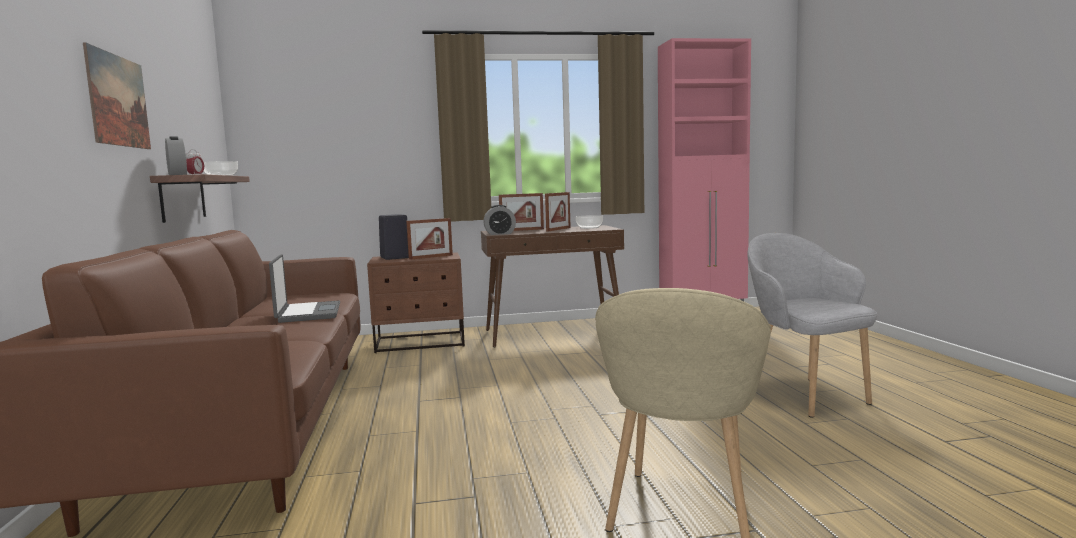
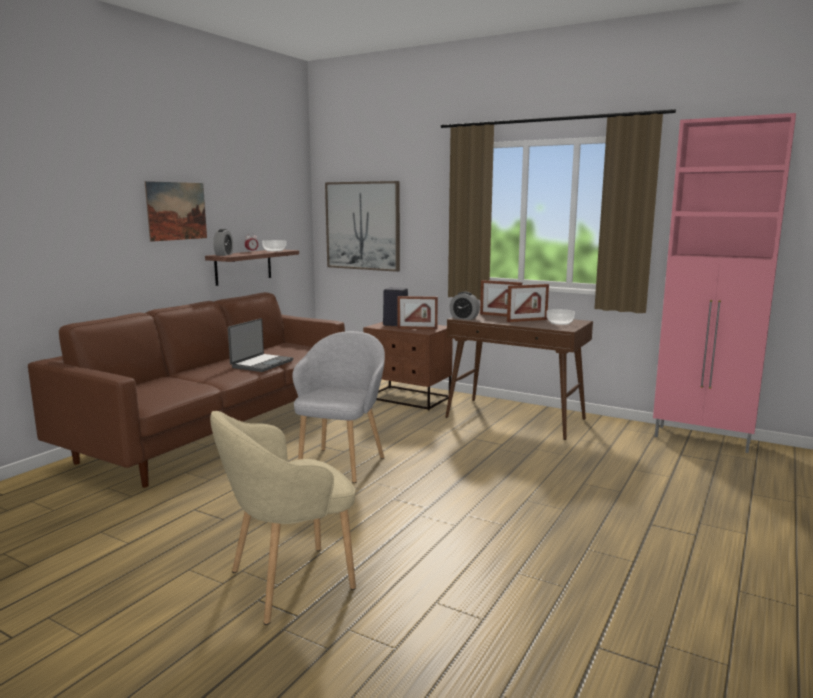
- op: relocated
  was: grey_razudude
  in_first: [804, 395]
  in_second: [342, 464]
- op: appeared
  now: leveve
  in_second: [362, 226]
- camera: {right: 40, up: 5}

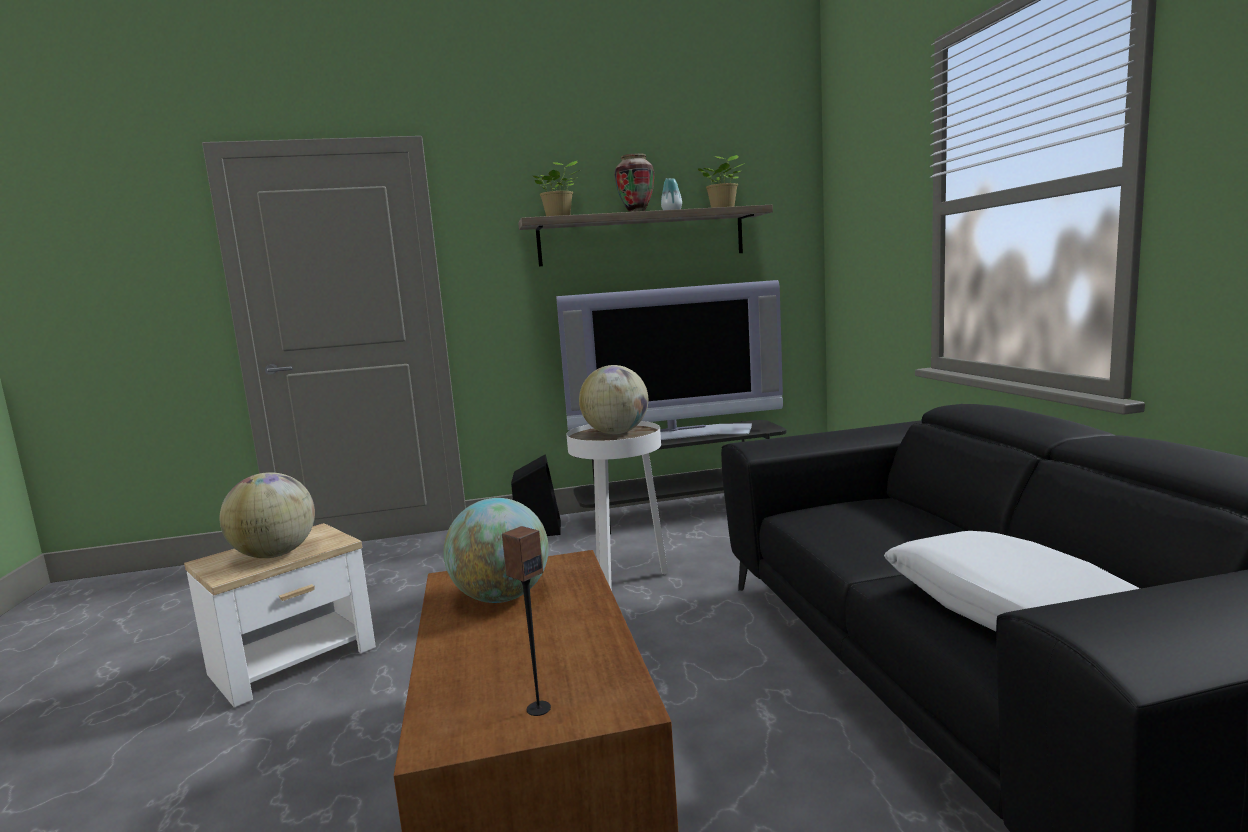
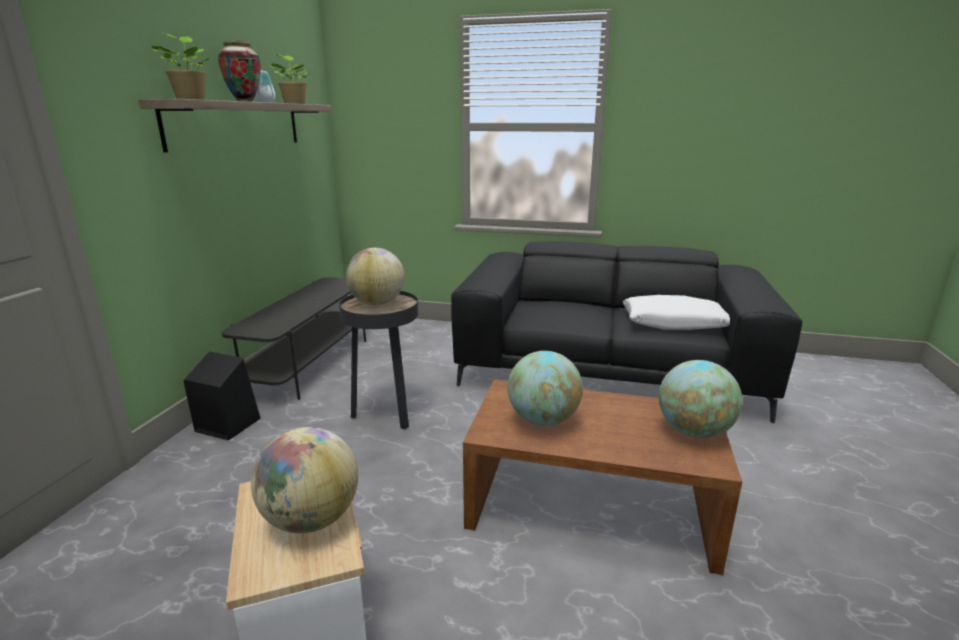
- op: colour
  was: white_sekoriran
  now: black_sekoriran
  in_first: [624, 578]
  in_second: [387, 414]
- op: exchanged
  was: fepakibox
  now: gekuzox
  in_first: [538, 708]
  in_second: [693, 431]
- op: missing
  was: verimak
  in_first: [675, 435]
- camera: {right: -65, up: 10}

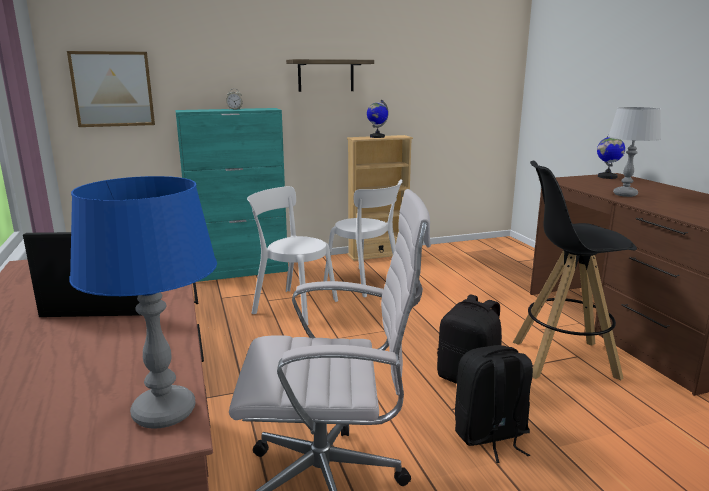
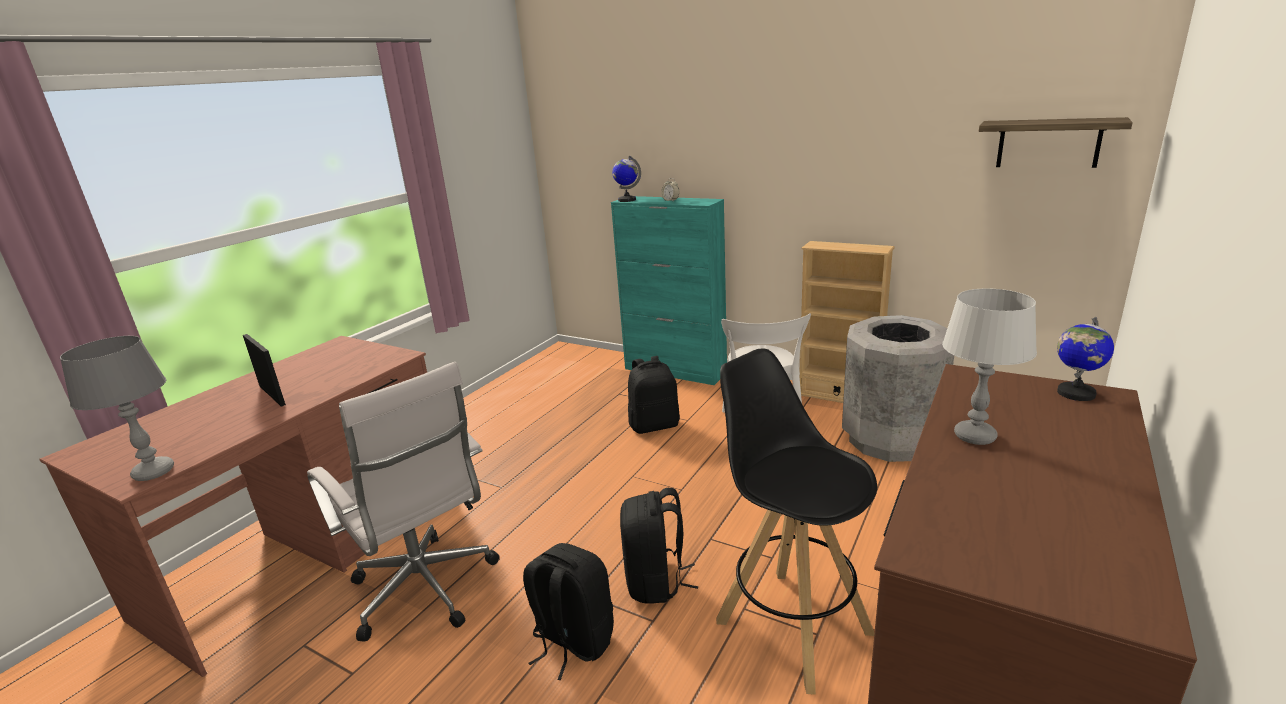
- op: colour
  was: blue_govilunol
  now: grey_govilunol
  in_first: [163, 412]
  in_second: [154, 472]
- op: relocated
  was: gekuzox
  in_first: [377, 137]
  in_second: [627, 200]
- op: exchanged
  was: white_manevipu
  now: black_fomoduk
  in_first: [292, 305]
  in_second: [654, 425]
- op: appeared
  now: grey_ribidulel
  in_second: [891, 440]
- op: relocated
  was: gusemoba
  in_first: [326, 75]
  in_second: [1048, 143]
- op: missing
  was: leveve
  in_first: [113, 89]
- camera: {right: 50, up: 5}

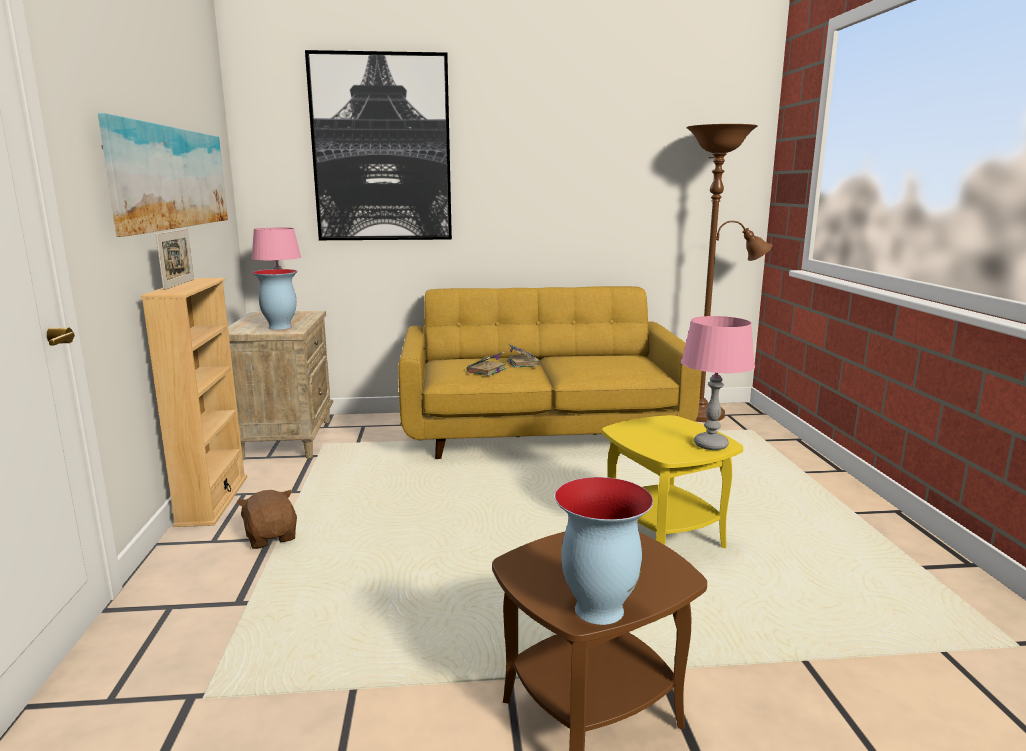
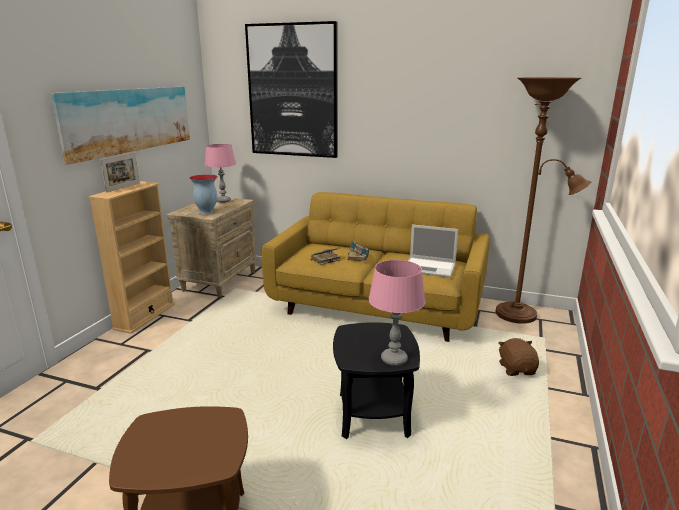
- op: colour
  was: yellow_sekoriran
  now: black_sekoriran
  in_first: [664, 537]
  in_second: [373, 415]
- op: appeared
  now: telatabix
  in_second: [430, 267]
- op: relocated
  was: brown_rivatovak
  in_first: [271, 537]
  in_second: [517, 369]
- op: missing
  was: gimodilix
  in_first: [597, 609]
- camera: {right: 25, up: 5}

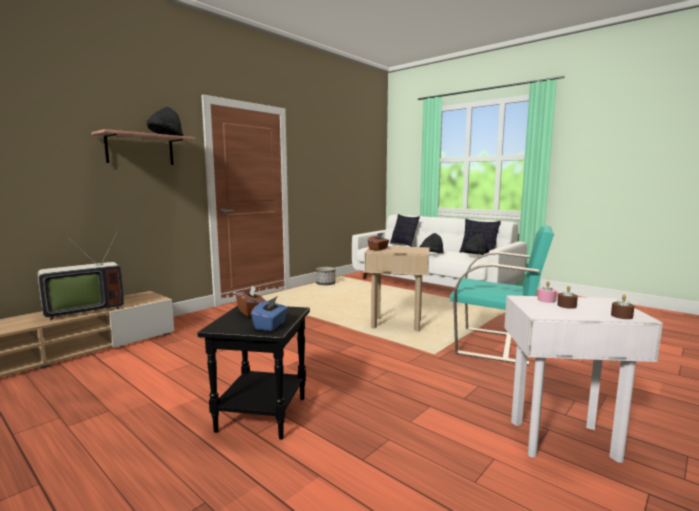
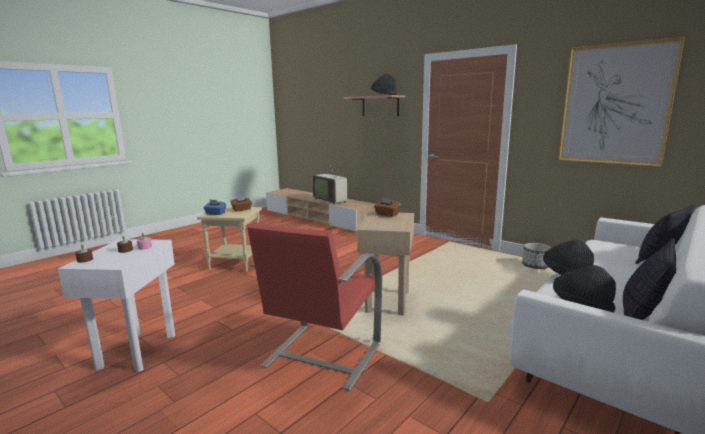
- op: colour
  was: black_sekoriran
  now: beige_sekoriran
  in_first: [261, 413]
  in_second: [236, 263]
- op: colour
  was: turquoise_razudude
  now: red_razudude
  in_first: [495, 345]
  in_second: [321, 356]
- op: appeared
  now: leveve
  in_second: [615, 105]
- camera: {right: 90, up: 5}

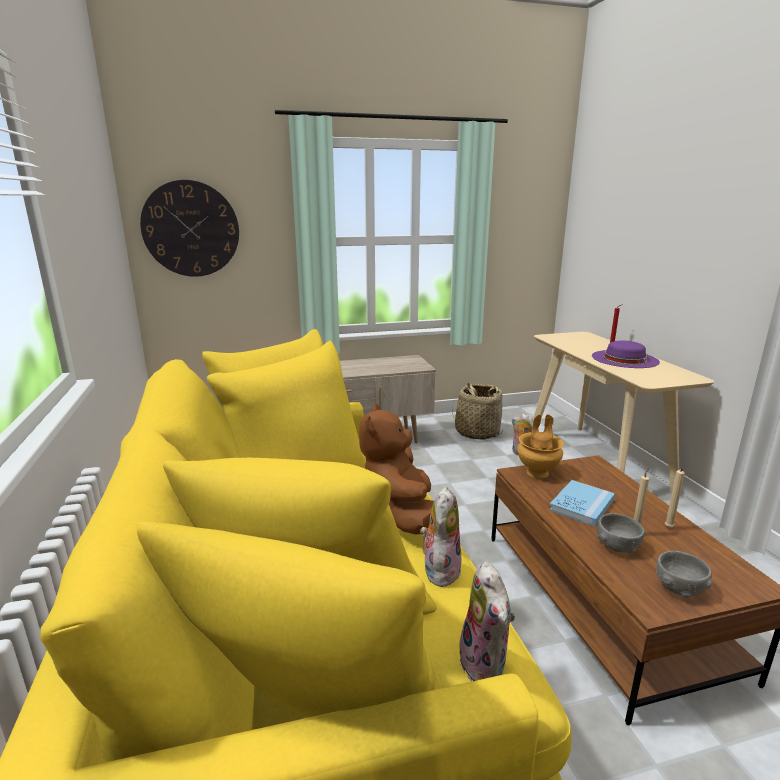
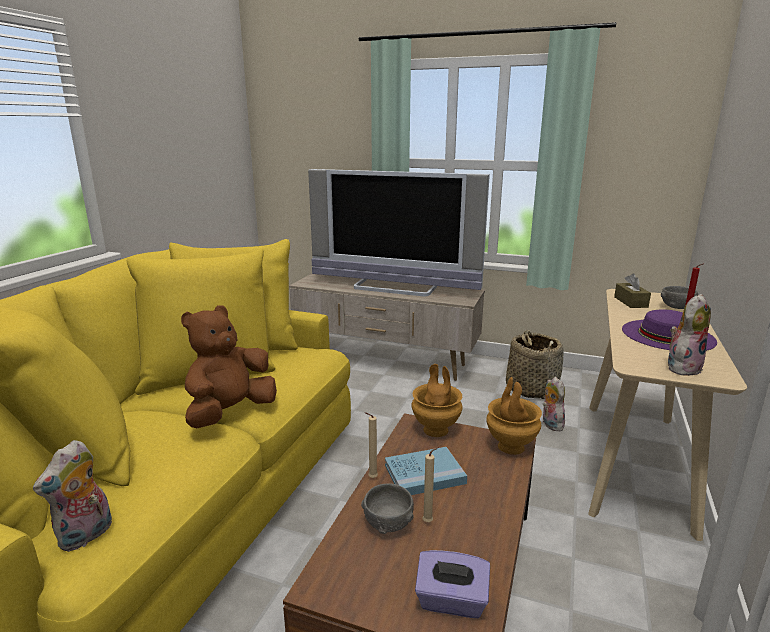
- op: appeared
  now: verimak
  in_second: [395, 288]
- op: relocated
  was: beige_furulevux
  in_first: [668, 528]
  in_second: [371, 478]
- op: appeared
  now: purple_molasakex
  in_second: [451, 601]
- op: appeared
  now: brown_gimodilix
  in_second: [510, 446]
- op: appeared
  now: brown_molasakex
  in_second: [630, 302]
- op: relocated
  was: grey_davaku
  in_first: [679, 588]
  in_second: [677, 307]
- op: relocated
  was: rivatovak
  in_first: [440, 569]
  in_second: [682, 367]
- op: missing
  was: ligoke
  in_first: [191, 229]
- camera: {right: 35, up: 0}

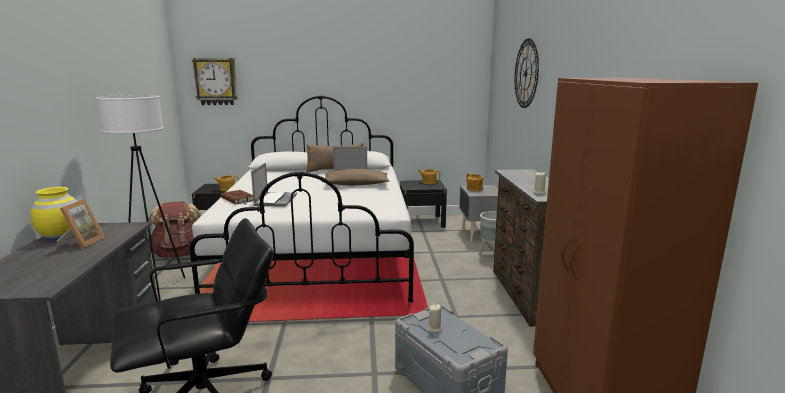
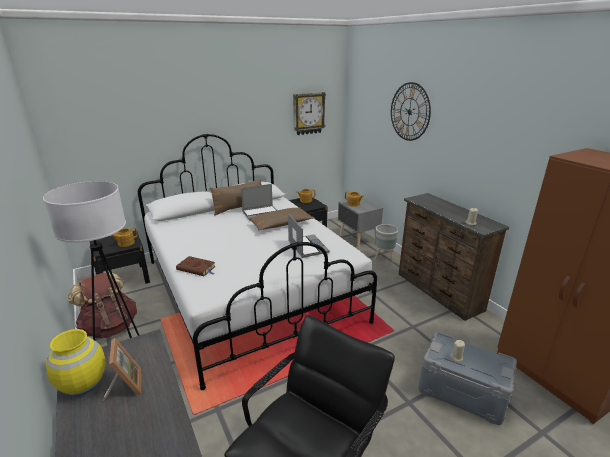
- op: relocated
  was: telatabix
  in_first: [275, 200]
  in_second: [307, 247]
- op: relocated
  was: ligoke
  in_first: [216, 81]
  in_second: [308, 113]
- camera: {right: -25, up: 10}

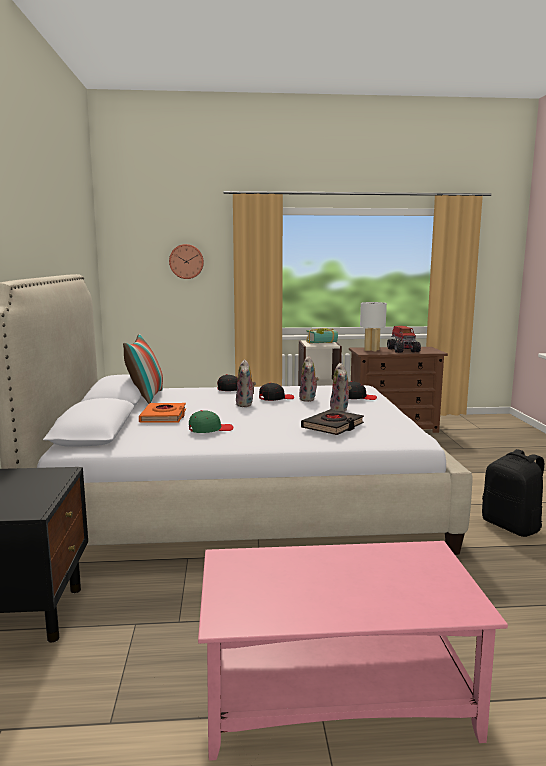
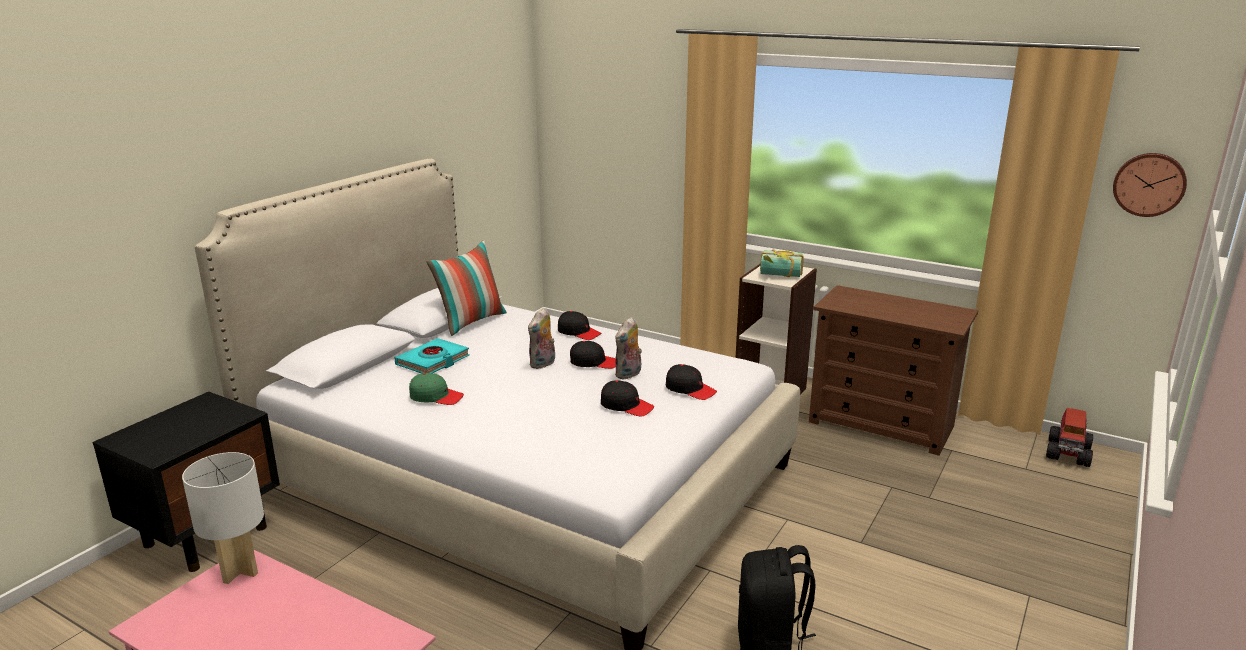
- op: relocated
  was: white_govilunol
  in_first: [372, 350]
  in_second: [240, 571]
- op: colour
  was: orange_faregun
  now: turquoise_faregun
  in_first: [164, 417]
  in_second: [433, 361]
- op: exchanged
  was: rivatovak
  now: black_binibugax
  in_first: [340, 409]
  in_second: [626, 406]
- op: relocated
  was: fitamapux
  in_first: [403, 350]
  in_second: [1068, 452]
- op: relocated
  was: ligoke
  in_first: [186, 261]
  in_second: [1149, 184]
- op: missing
  was: black_faregun
  in_first: [333, 426]
- camera: {right: 35, up: 10}

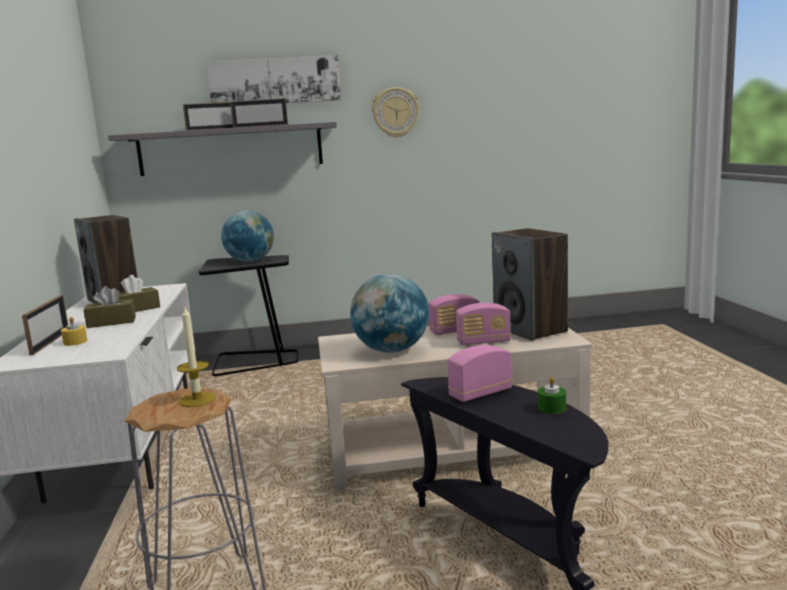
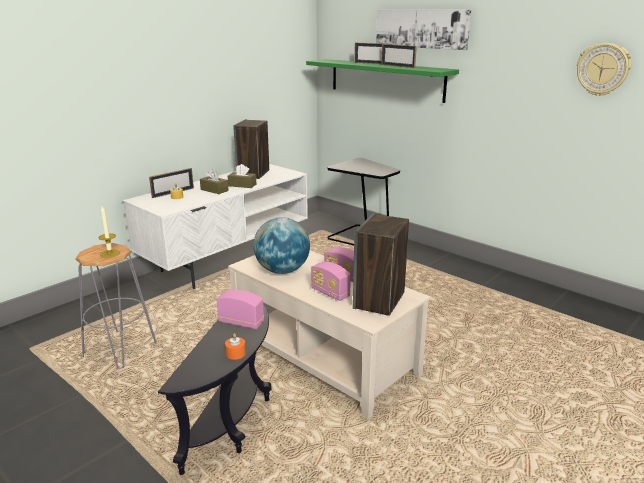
- op: colour
  was: green_furulevux
  now: orange_furulevux
  in_first: [552, 408]
  in_second: [235, 353]
- op: colour
  was: grey_gusemoba
  now: green_gusemoba
  in_first: [231, 149]
  in_second: [385, 79]
- op: relocated
  was: ligoke
  in_first: [395, 112]
  in_second: [603, 69]
- op: missing
  was: gekuzox
  in_first: [250, 261]
- camera: {right: 50, up: 10}

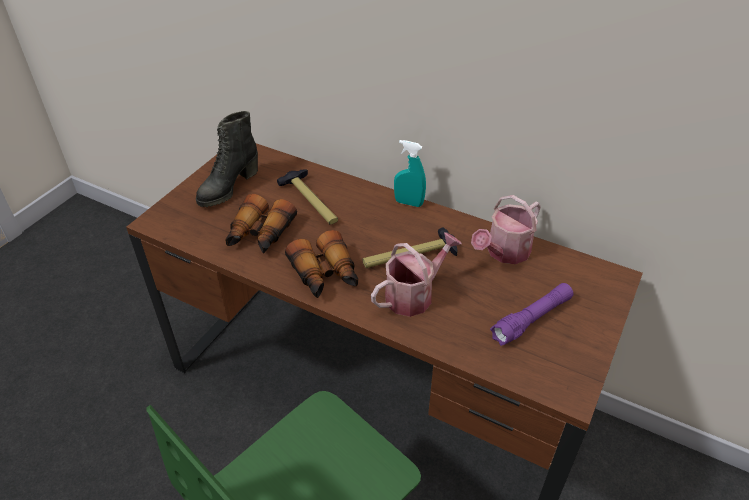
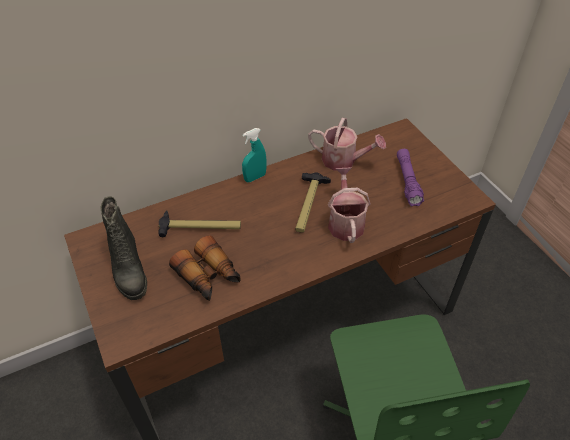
- op: spun
  was: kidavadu
  in_first: [504, 252]
  in_second: [343, 161]
  clockwise: -60
- op: missing
  was: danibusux
  in_first: [325, 275]
- camera: {right: -55, up: 5}

